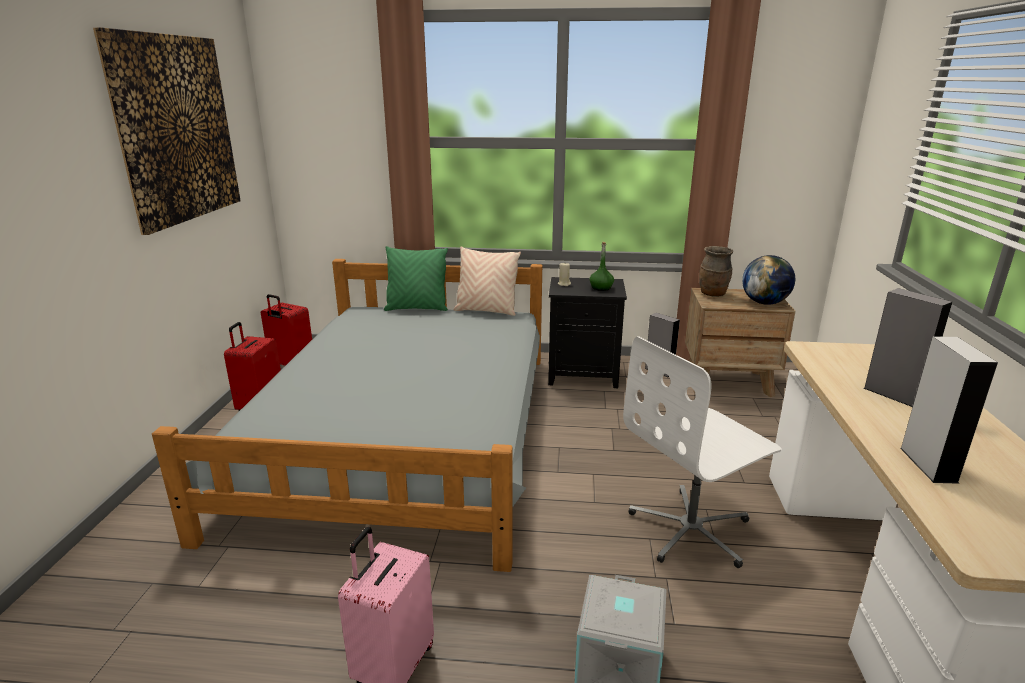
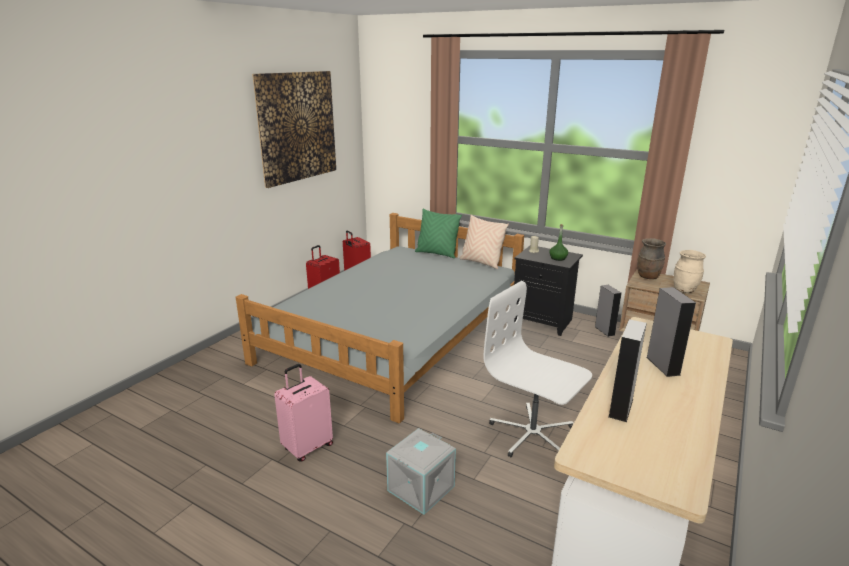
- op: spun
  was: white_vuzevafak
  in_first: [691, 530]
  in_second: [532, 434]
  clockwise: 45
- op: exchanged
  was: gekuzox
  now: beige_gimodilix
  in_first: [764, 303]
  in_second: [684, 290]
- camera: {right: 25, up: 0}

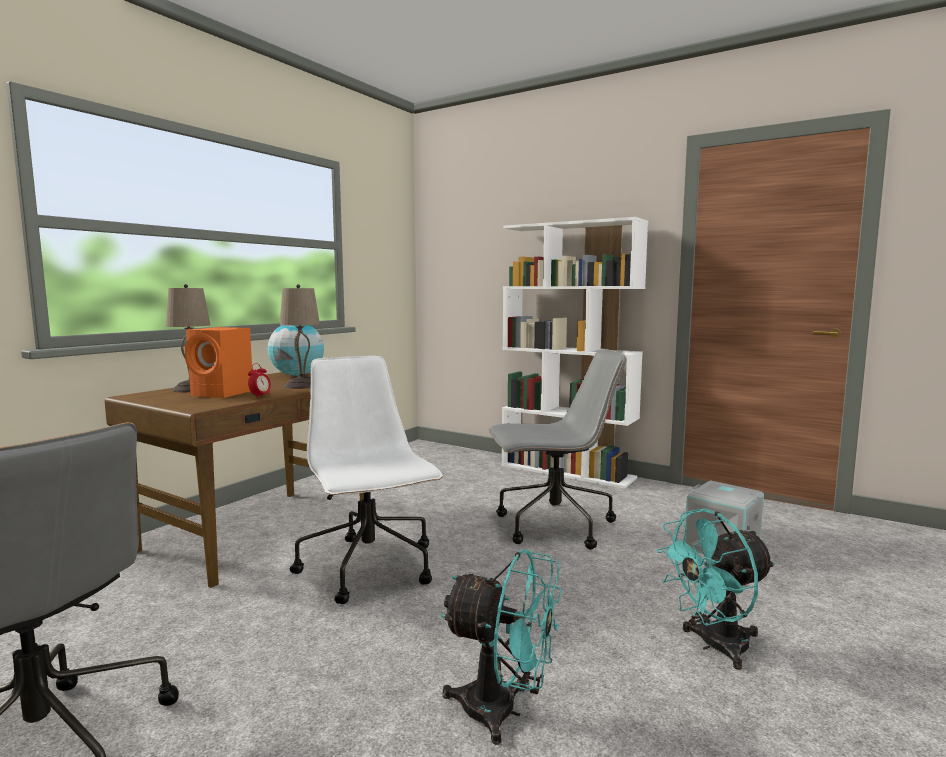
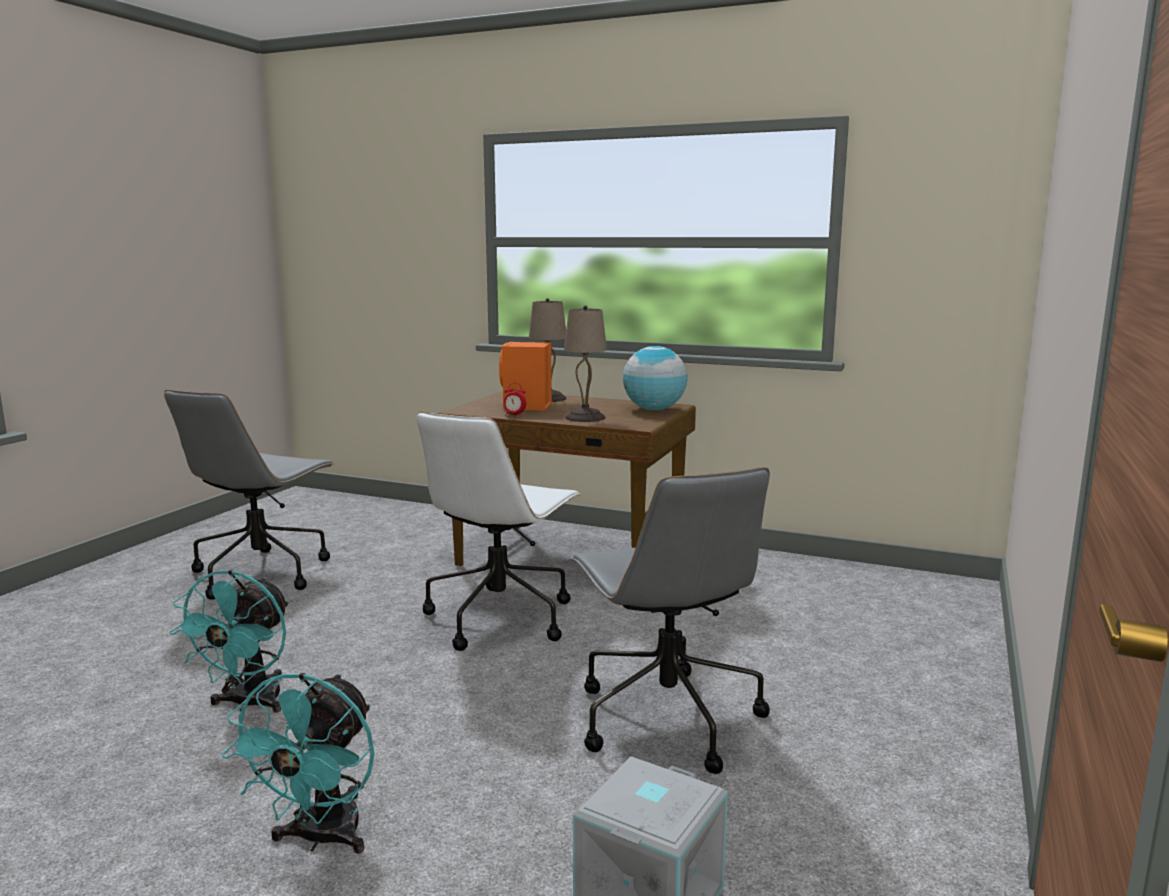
- op: spun
  was: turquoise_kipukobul
  in_first: [714, 646]
  in_second: [321, 839]
  clockwise: -135
- op: spun
  was: white_vuzevafak
  in_first: [369, 569]
  in_second: [500, 617]
  clockwise: 150
- op: missing
  was: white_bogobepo
  in_first: [568, 471]
- camera: {right: 80, up: 5}

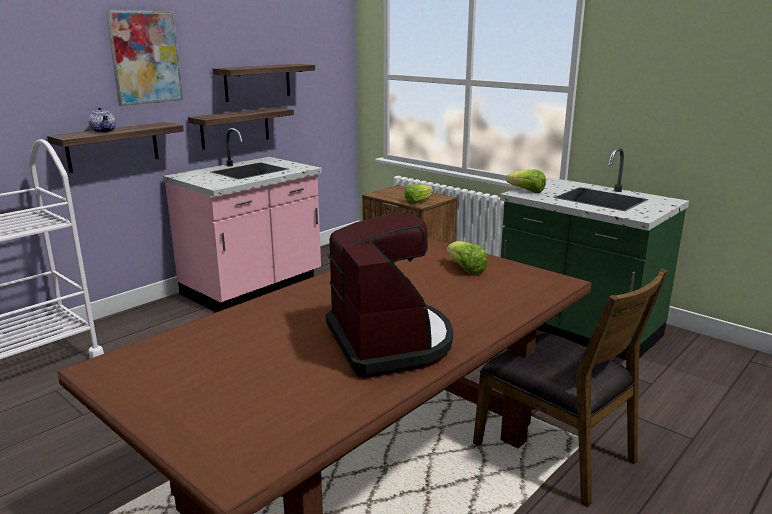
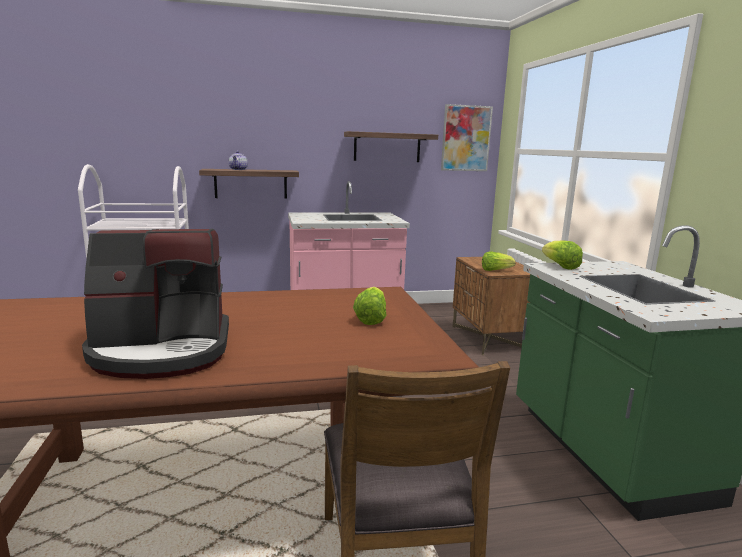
- op: spun
  was: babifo
  in_first: [390, 342]
  in_second: [162, 351]
  clockwise: 60
- op: relocated
  was: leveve
  in_first: [145, 57]
  in_second: [466, 138]
- op: missing
  was: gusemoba
  in_first: [235, 128]
- camera: {right: 35, up: -5}

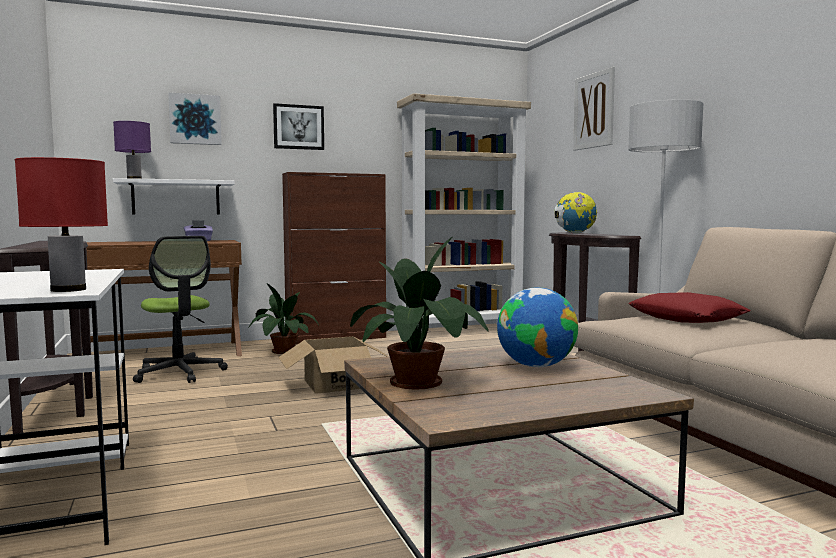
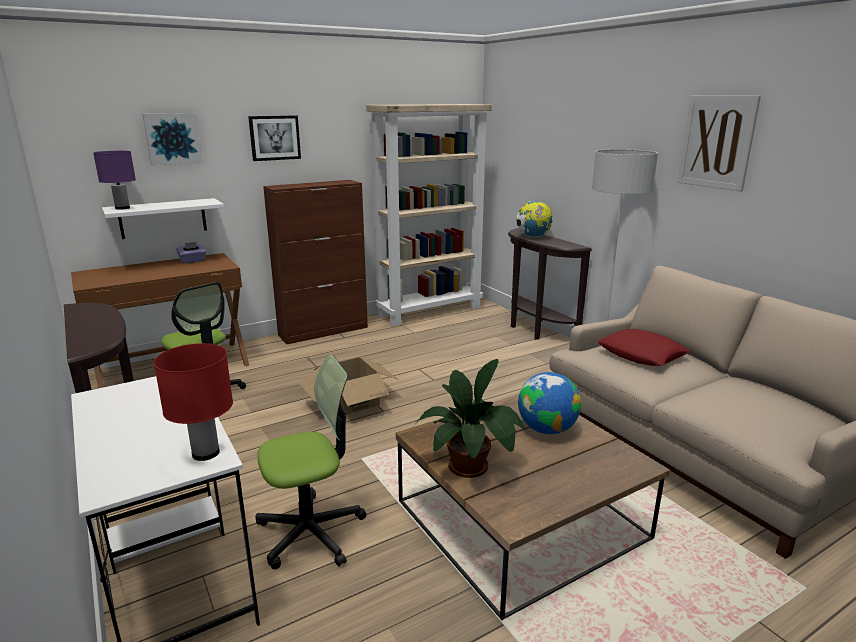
- op: appeared
  now: vuzevafak
  in_second: [311, 532]
- op: relocated
  was: leveve
  in_first: [594, 110]
  in_second: [717, 142]
- op: missing
  was: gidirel
  in_first: [282, 351]
- camera: {right: -10, up: 15}

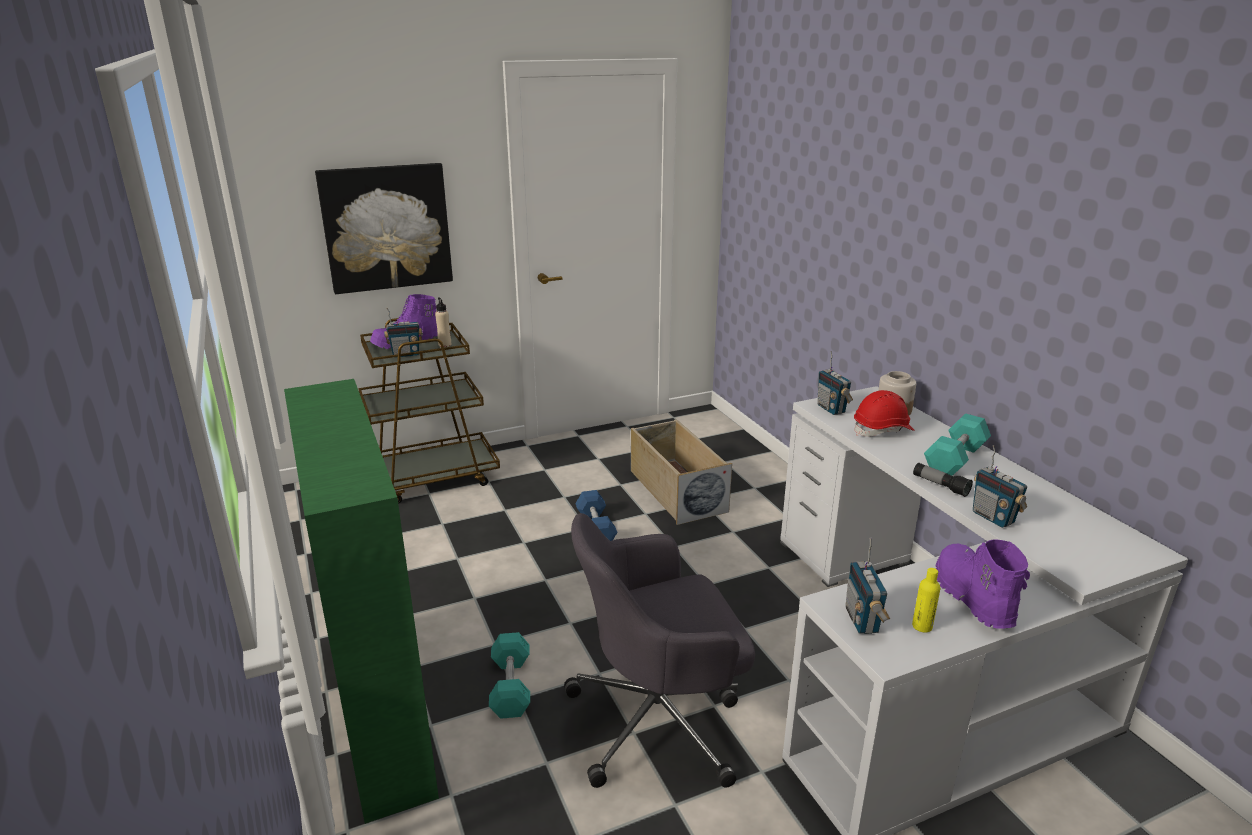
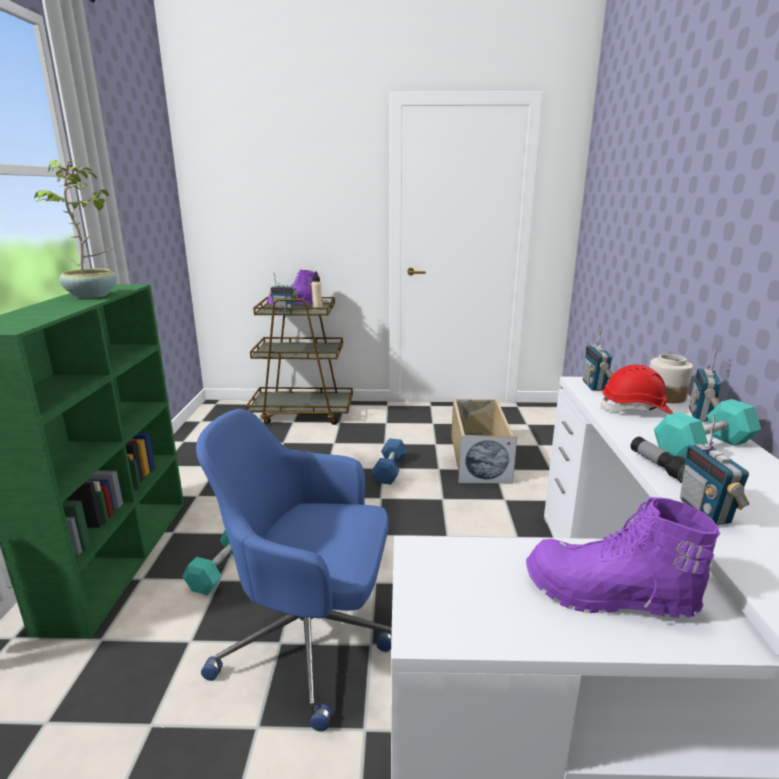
- op: appeared
  now: gidirel
  in_second: [93, 295]
- op: colour
  was: grey_vuzevafak
  now: blue_vuzevafak
  in_first: [659, 721]
  in_second: [310, 640]
- op: spun
  was: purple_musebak
  in_first: [971, 597]
  in_second: [608, 596]
  clockwise: -90
- op: relocated
  was: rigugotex
  in_first: [862, 620]
  in_second: [701, 415]
- op: missing
  was: leveve
  in_first: [386, 227]
- op: missing
  was: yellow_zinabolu
  in_first: [922, 626]
- camera: {right: 25, up: -5}

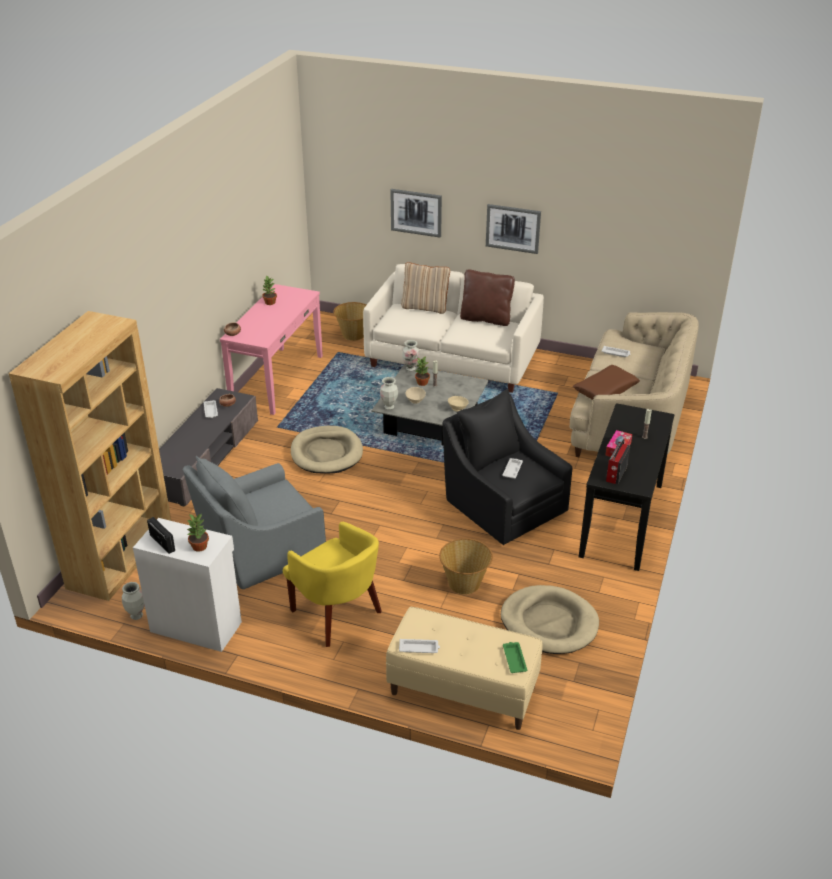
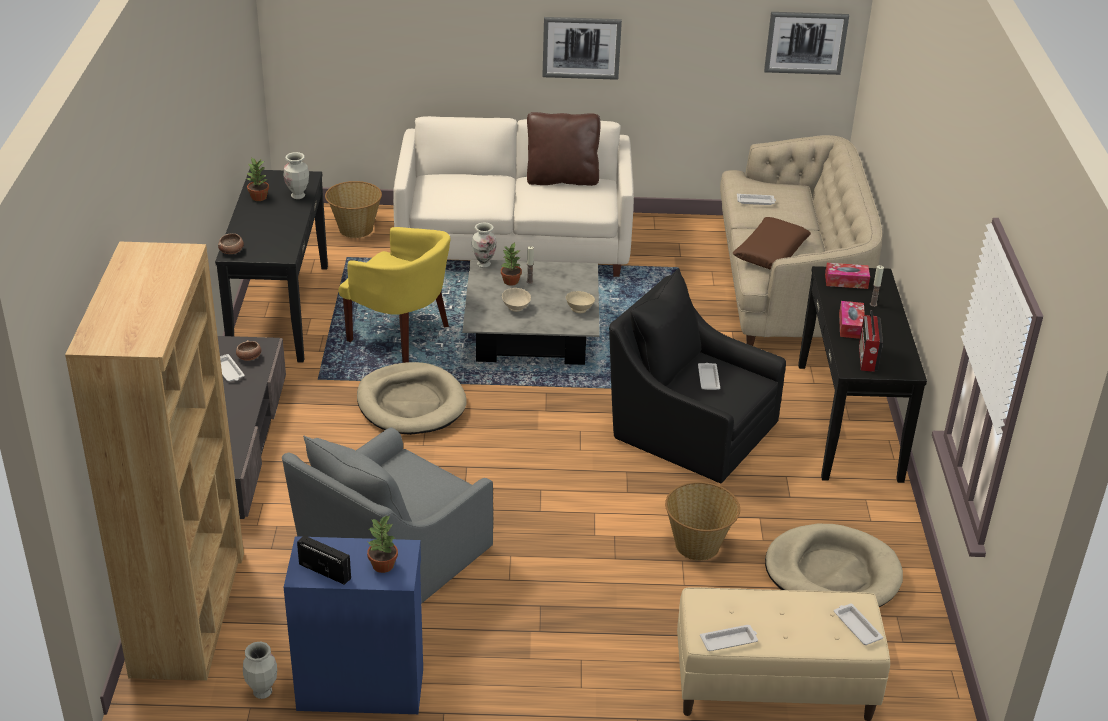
- op: colour
  was: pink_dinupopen
  now: black_dinupopen
  in_first: [276, 380]
  in_second: [279, 311]
- op: relocated
  was: gimodilix
  in_first: [389, 407]
  in_second: [298, 196]
- op: colour
  was: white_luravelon
  now: blue_luravelon
  in_first: [196, 625]
  in_second: [360, 686]
- op: relocated
  was: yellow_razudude
  in_first: [337, 615]
  in_second: [401, 336]
- op: relocated
  was: leveve
  in_first: [416, 212]
  in_second: [805, 42]
- op: appeared
  now: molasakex
  in_second: [846, 281]
- op: colour
  was: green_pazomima
  now: white_pazomima
  in_first: [514, 659]
  in_second: [856, 626]
- op: missing
  was: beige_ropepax
  in_first: [425, 307]
- camera: {right: -20, up: 0}

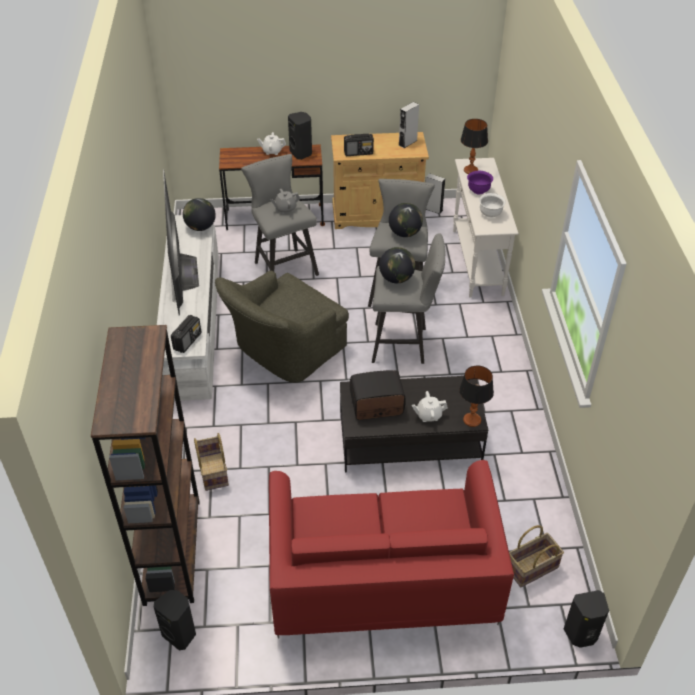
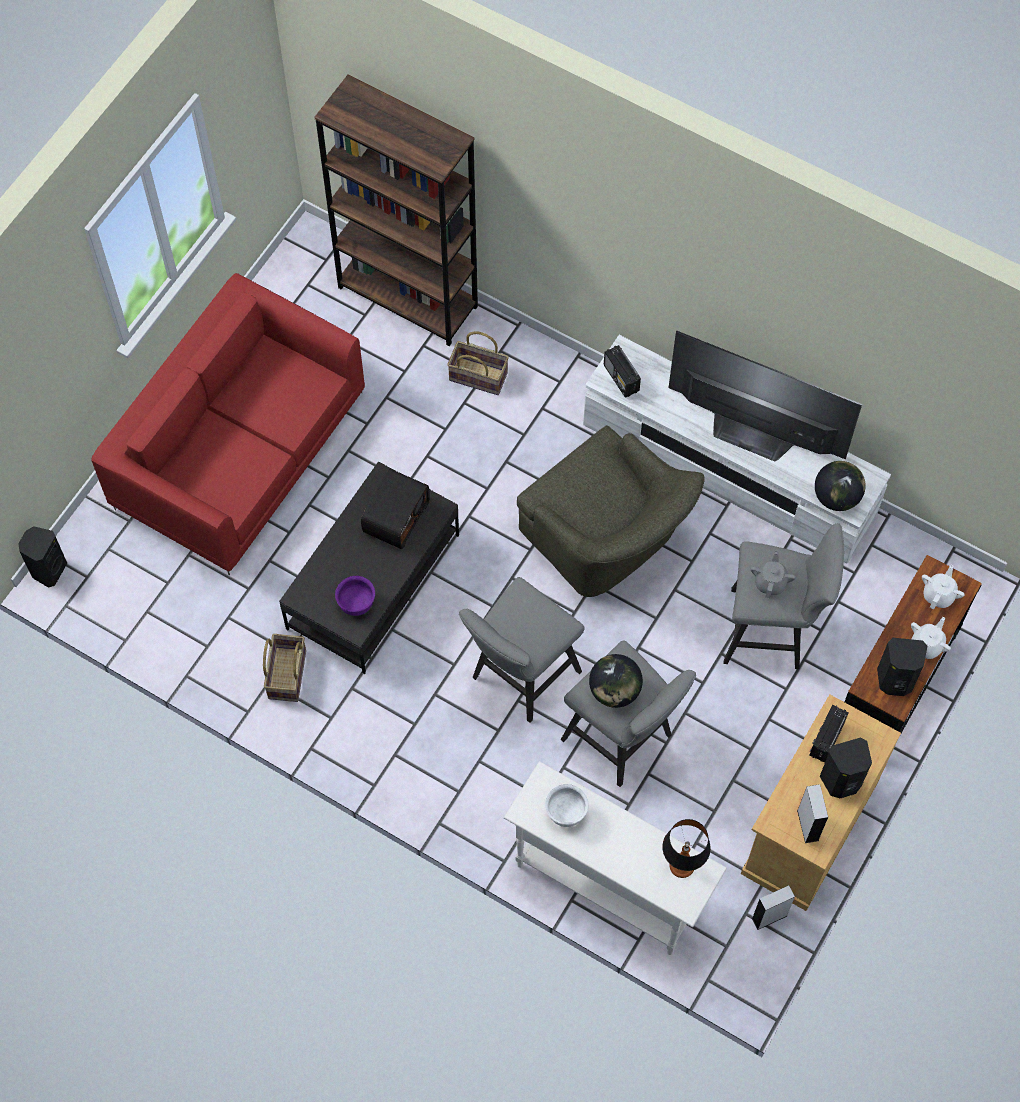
- op: relocated
  was: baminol
  in_first: [532, 569]
  in_second: [286, 674]
- op: relocated
  was: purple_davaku
  in_first: [478, 190]
  in_second: [356, 604]
- op: spun
  was: green_razudude
  in_first: [283, 351]
  in_second: [608, 539]
  clockwise: 150
- op: relocated
  was: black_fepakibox
  in_first: [180, 634]
  in_second: [841, 781]
- op: relocated
  was: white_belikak
  in_first: [428, 415]
  in_second: [939, 595]
- op: missing
  was: gekuzox
  in_first: [396, 279]
- op: missing
  was: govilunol
  in_first: [472, 420]
- camera: {right: 125, up: 20}

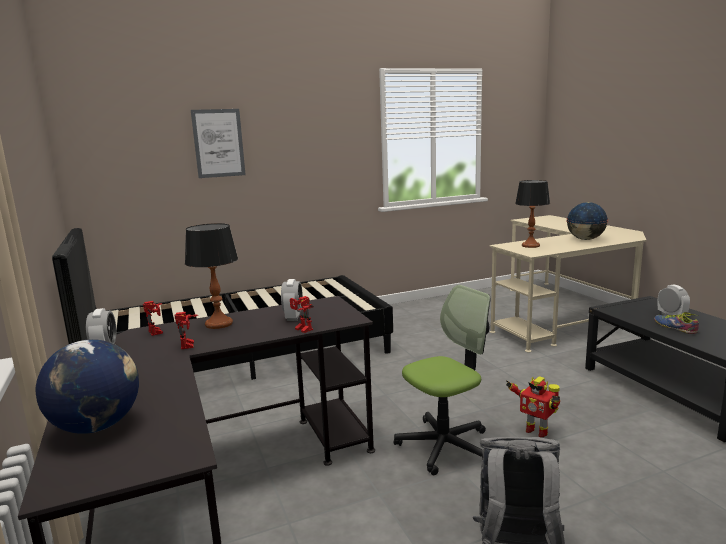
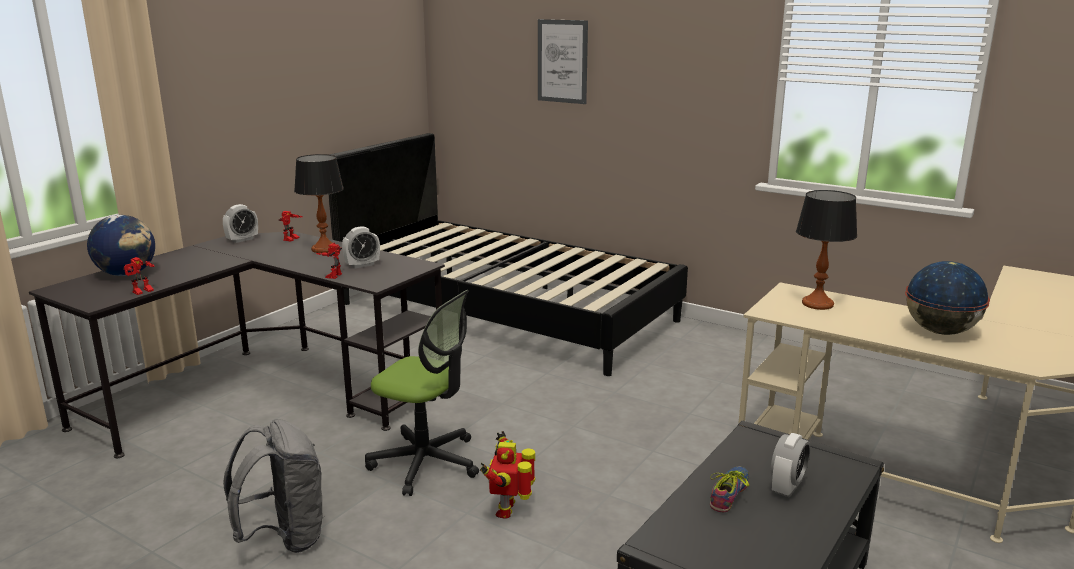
- op: relocated
  was: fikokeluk
  in_first: [190, 345]
  in_second: [142, 292]
- camera: {right: 55, up: 5}

